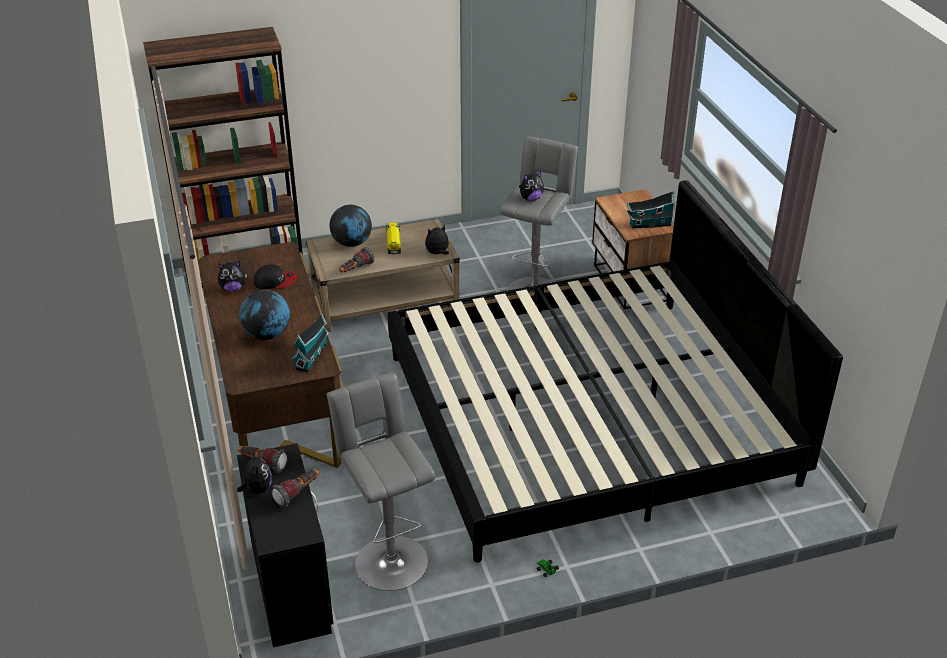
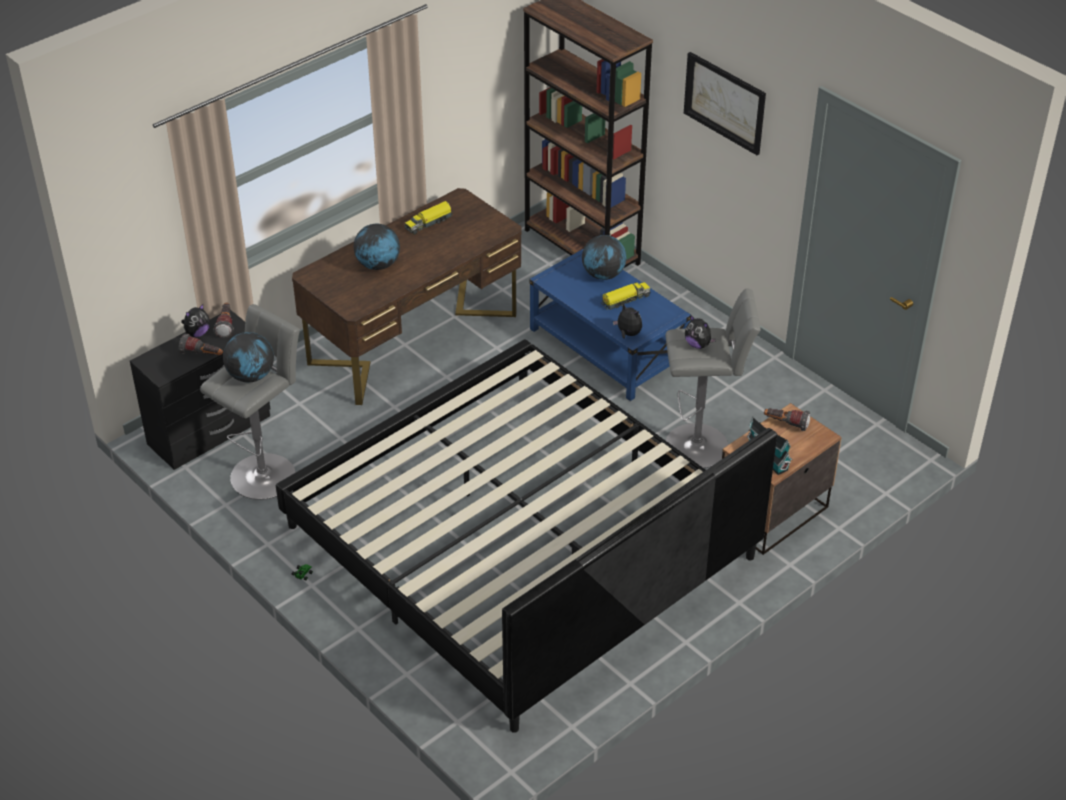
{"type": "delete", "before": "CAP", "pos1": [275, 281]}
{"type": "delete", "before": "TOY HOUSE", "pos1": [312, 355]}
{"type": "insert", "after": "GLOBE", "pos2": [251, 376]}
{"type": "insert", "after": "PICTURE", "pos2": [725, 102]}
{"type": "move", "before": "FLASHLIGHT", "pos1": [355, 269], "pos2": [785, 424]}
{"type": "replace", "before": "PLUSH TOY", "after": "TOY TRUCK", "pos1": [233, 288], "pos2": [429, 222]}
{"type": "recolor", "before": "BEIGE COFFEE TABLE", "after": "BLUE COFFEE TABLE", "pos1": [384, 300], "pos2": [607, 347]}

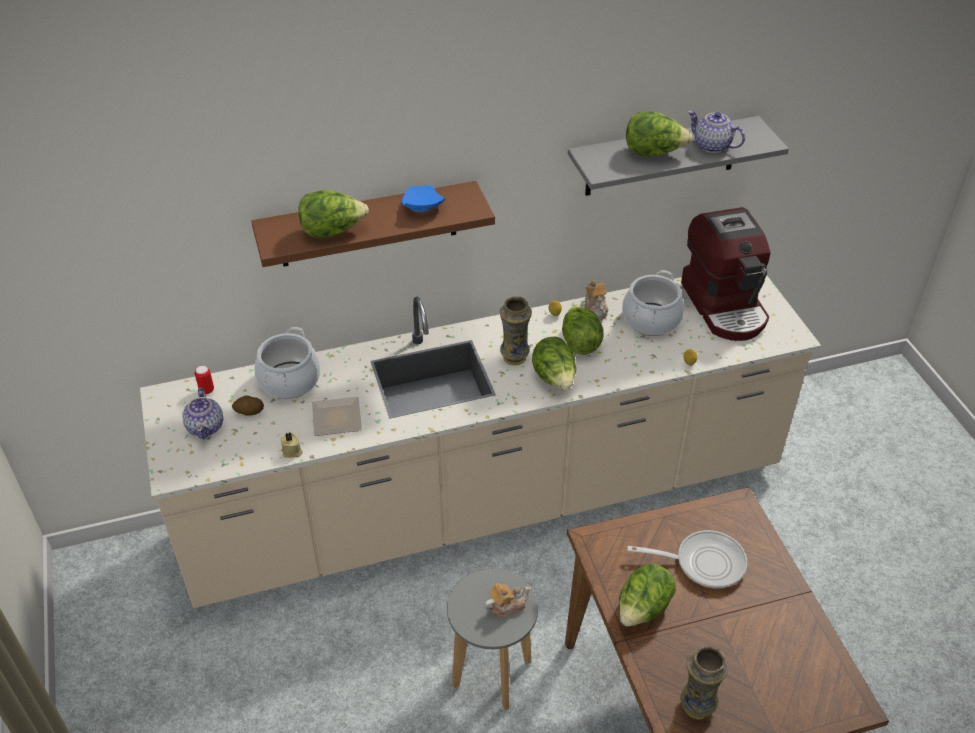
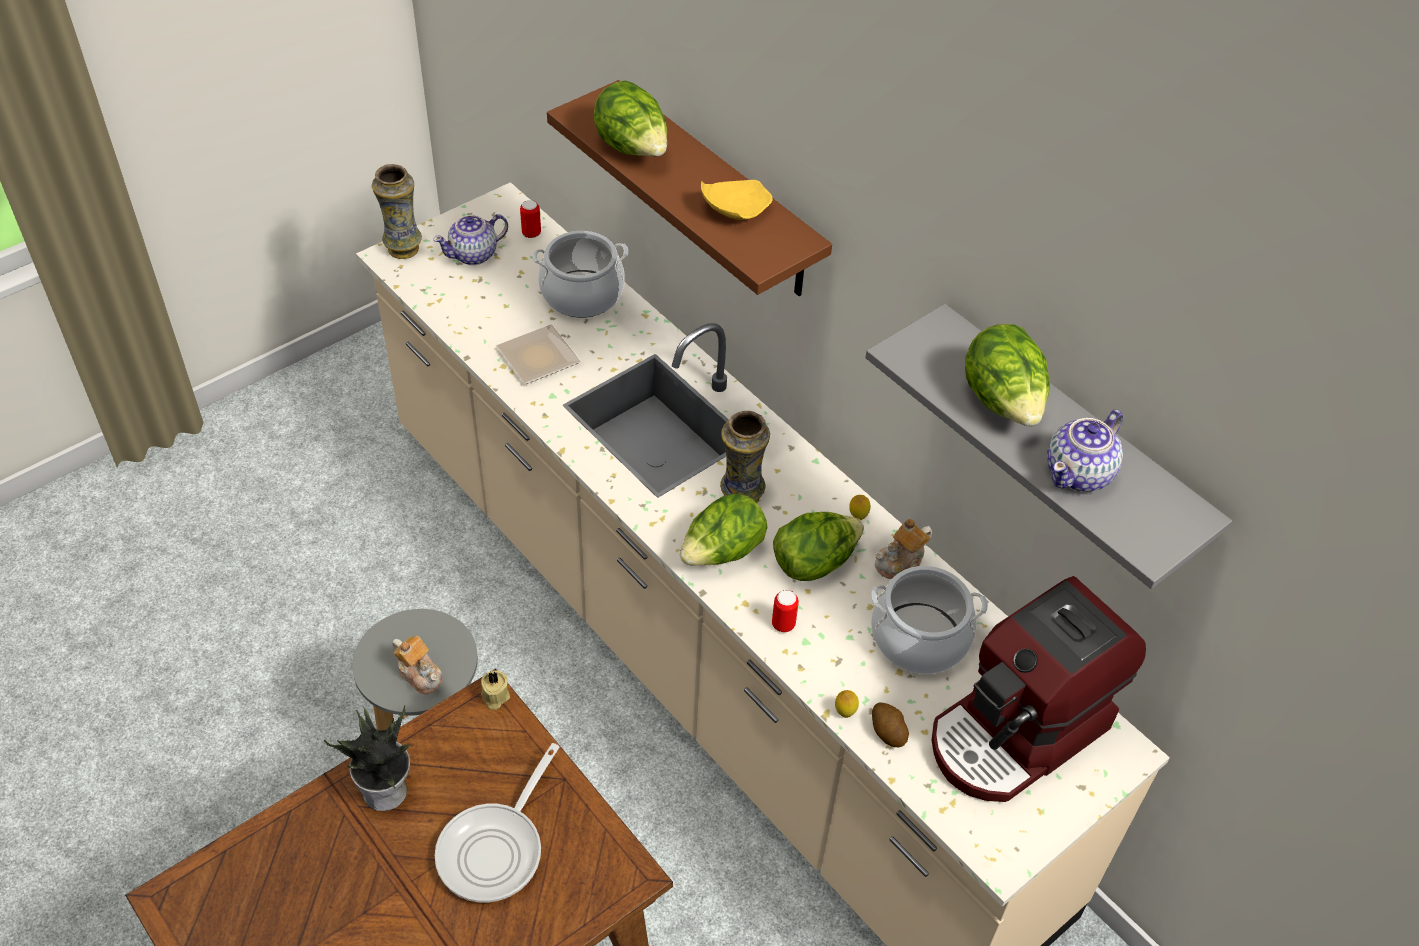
{"type": "insert", "after": "CAN", "pos2": [783, 624]}
{"type": "move", "before": "POTATO", "pos1": [249, 412], "pos2": [887, 732]}
{"type": "move", "before": "BEIGE CANDLE", "pos1": [292, 452], "pos2": [494, 697]}
{"type": "move", "before": "VASE", "pos1": [696, 706], "pos2": [403, 248]}
{"type": "replace", "before": "LETTUCE", "after": "POTTED PLANT", "pos1": [643, 609], "pos2": [387, 792]}
{"type": "recolor", "before": "BLUE PLATE", "after": "YELLOW PLATE", "pos1": [421, 207], "pos2": [734, 209]}
{"type": "rotate", "before": "FRYING PAN", "pos1": [703, 562], "pos2": [496, 849], "turn": 45}
{"type": "rotate", "before": "TEAPOT", "pos1": [712, 146], "pos2": [1079, 473], "turn": -150}

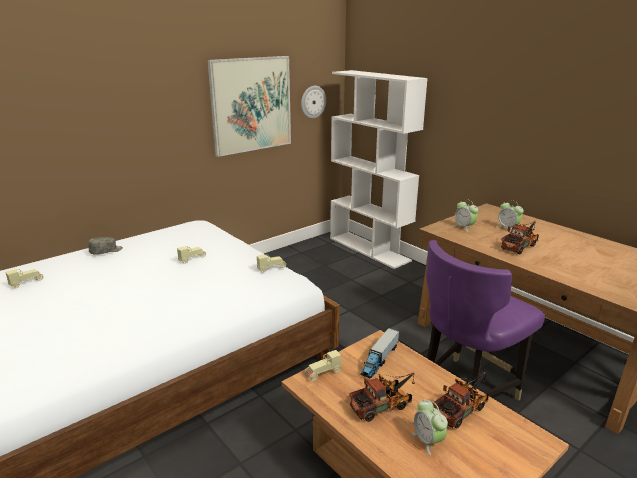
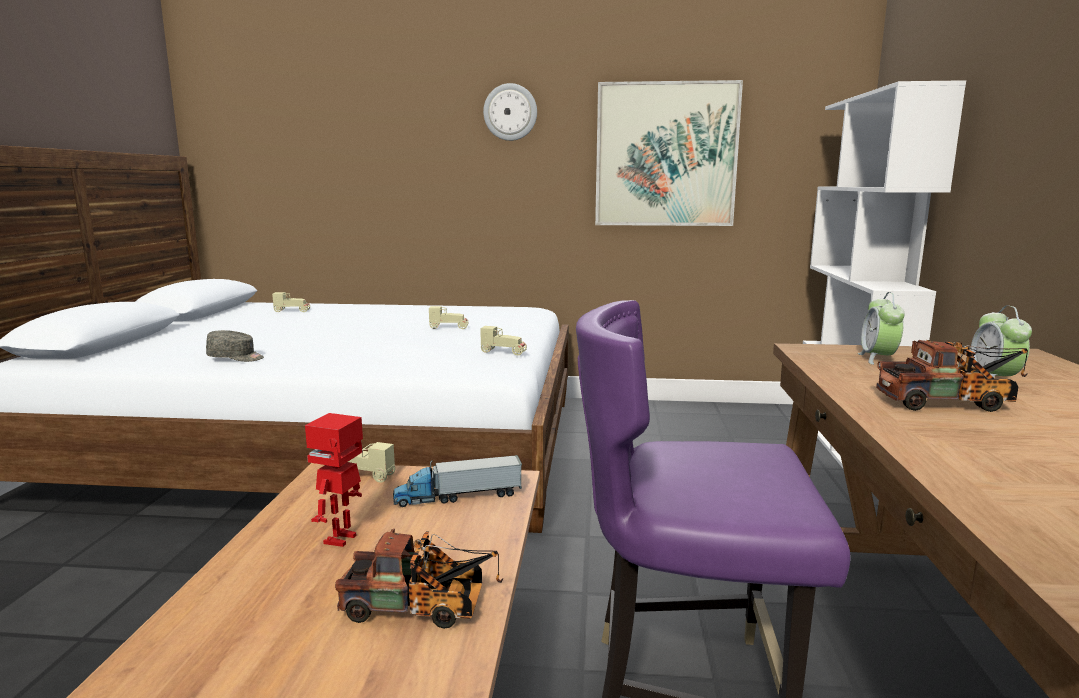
{"type": "delete", "before": "ALARM CLOCK", "pos1": [428, 441]}
{"type": "move", "before": "GREY CAP", "pos1": [106, 251], "pos2": [236, 358]}
{"type": "move", "before": "WALL CLOCK", "pos1": [313, 102], "pos2": [510, 112]}
{"type": "replace", "before": "TOY TRUCK", "after": "TOY ROBOT", "pos1": [384, 405], "pos2": [342, 539]}

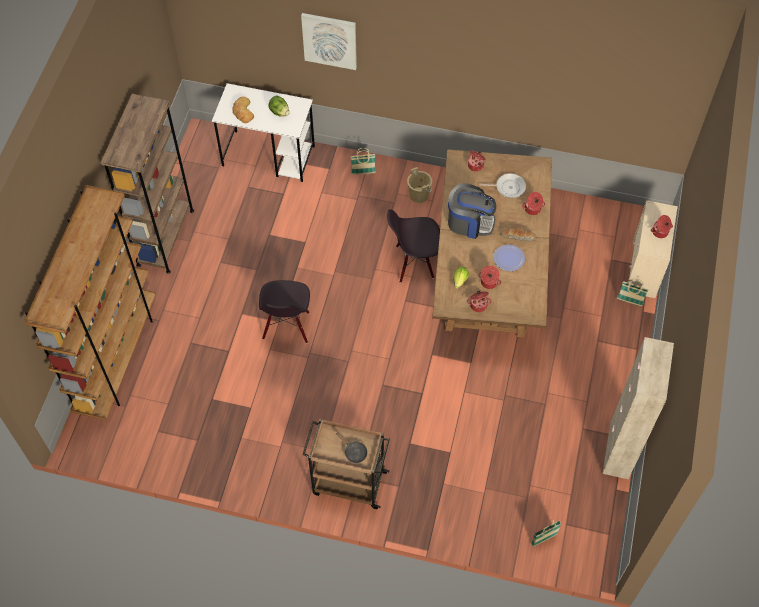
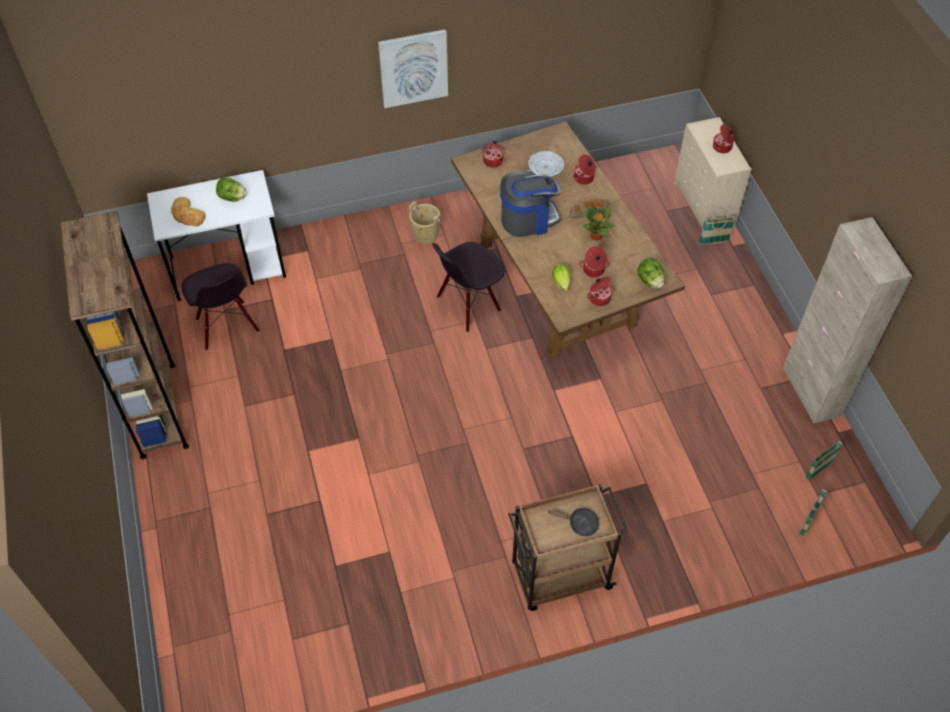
{"type": "delete", "before": "BROWN BOOKCASE", "pos1": [117, 358]}
{"type": "insert", "after": "LETTUCE", "pos2": [650, 281]}
{"type": "move", "before": "BLACK CHAIR", "pos1": [287, 326], "pos2": [226, 326]}
{"type": "move", "before": "PICTURE", "pos1": [330, 40], "pos2": [413, 68]}
{"type": "move", "before": "BASKET", "pos1": [363, 172], "pos2": [818, 471]}
{"type": "replace", "before": "PLATE", "after": "POTTED PLANT", "pos1": [509, 258], "pos2": [596, 236]}

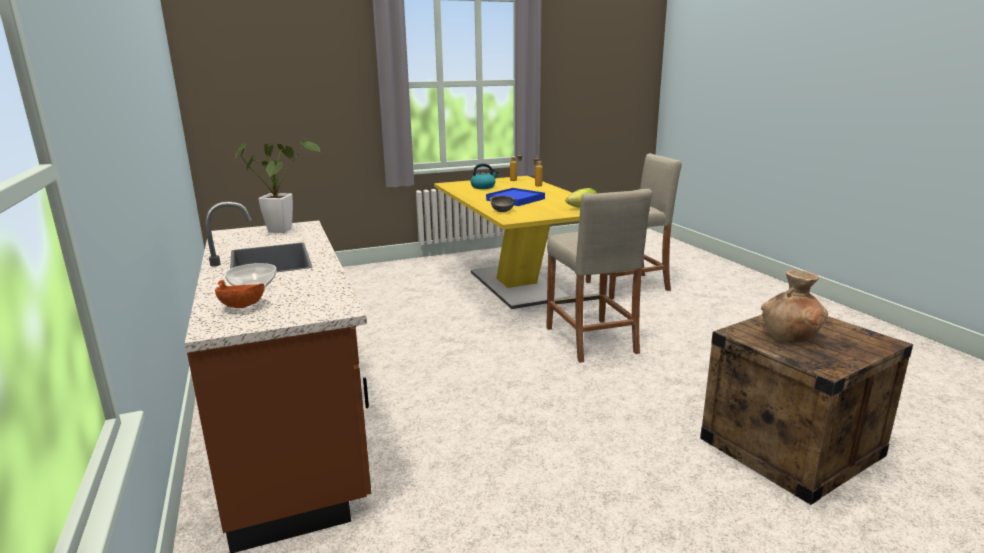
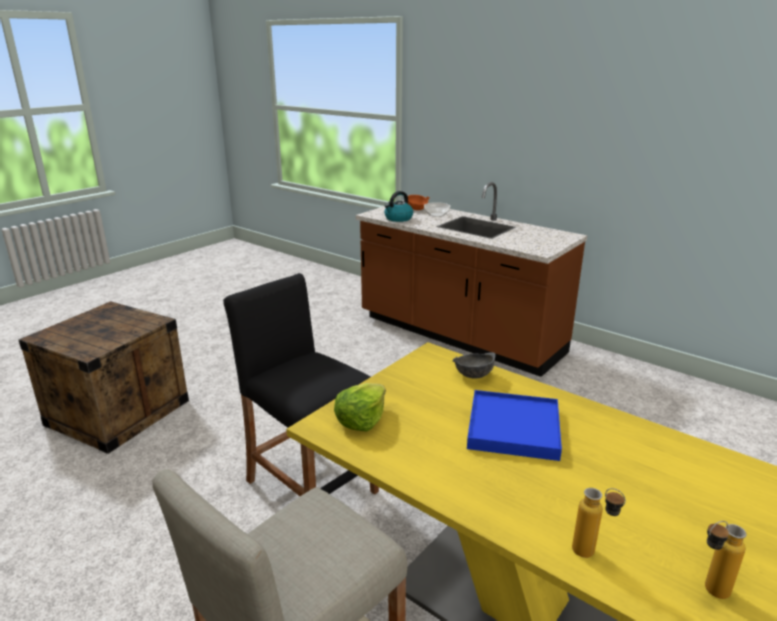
{"type": "delete", "before": "POTTED PLANT", "pos1": [283, 229]}
{"type": "delete", "before": "BROWN VASE", "pos1": [790, 337]}
{"type": "move", "before": "KETTLE", "pos1": [483, 187], "pos2": [398, 219]}
{"type": "recolor", "before": "BEIGE STOOL", "after": "BLACK STOOL", "pos1": [591, 340], "pos2": [311, 486]}

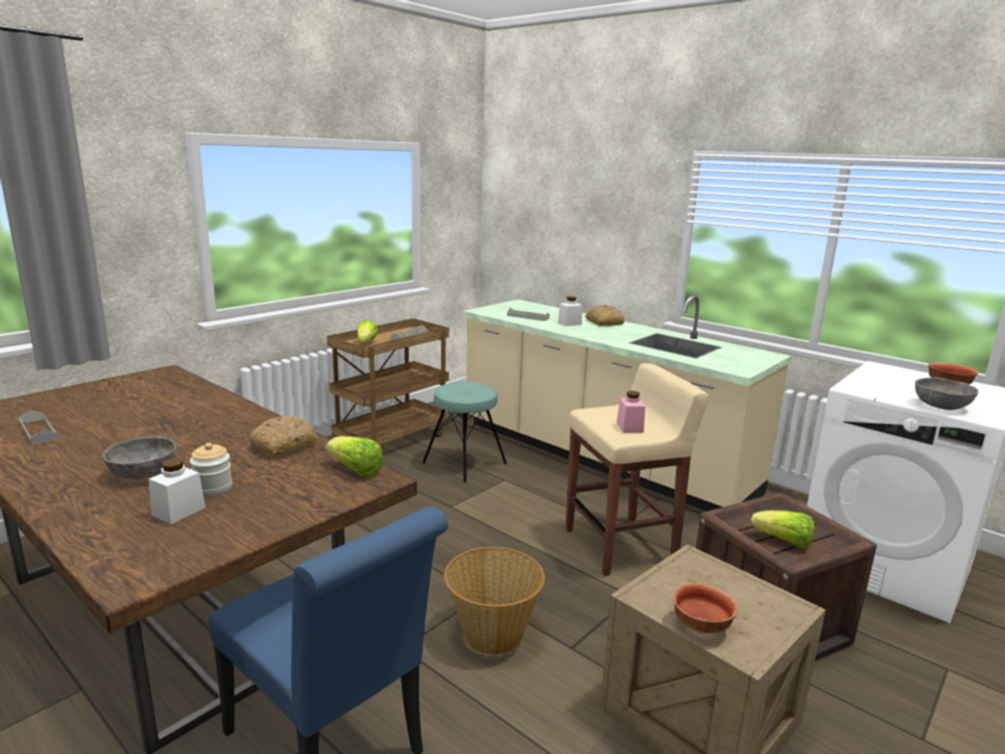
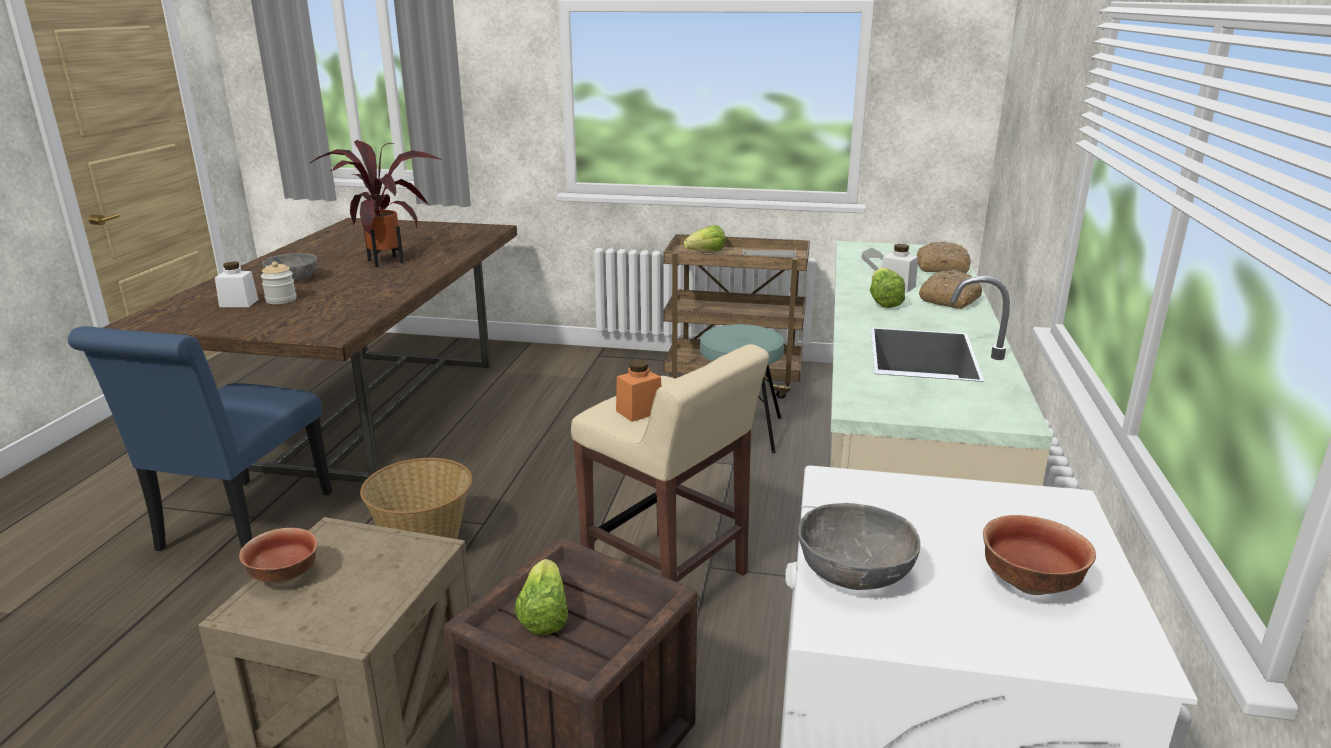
{"type": "delete", "before": "GREY TRAY", "pos1": [38, 431]}
{"type": "insert", "after": "POTTED PLANT", "pos2": [387, 260]}
{"type": "move", "before": "BREAD", "pos1": [284, 445], "pos2": [942, 268]}
{"type": "move", "before": "LETTUCE", "pos1": [355, 470], "pos2": [883, 302]}
{"type": "recolor", "before": "PINK JAR", "after": "ORANGE JAR", "pos1": [629, 427], "pos2": [639, 411]}

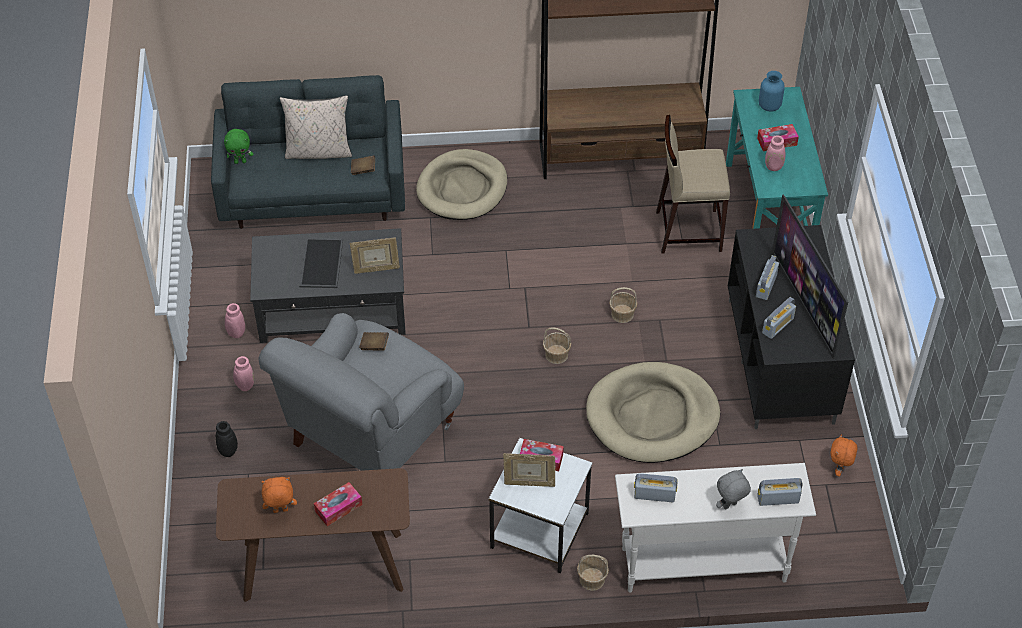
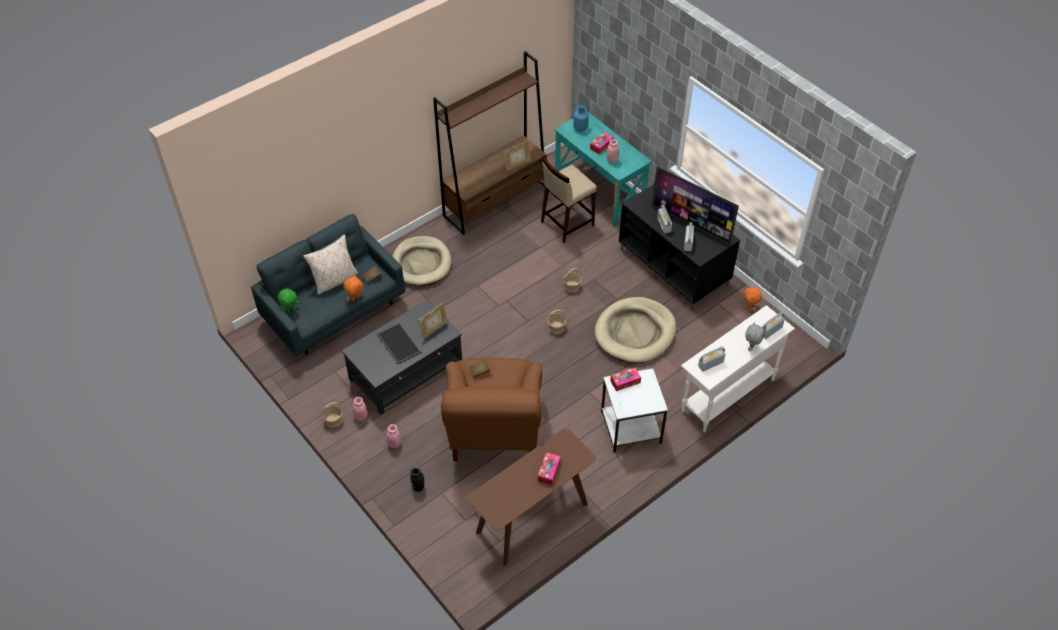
{"type": "move", "before": "ORANGE PLUSH TOY", "pos1": [280, 511], "pos2": [355, 299]}
{"type": "move", "before": "PICTURE FRAME", "pos1": [529, 483], "pos2": [517, 165]}
{"type": "move", "before": "BASKET", "pos1": [591, 579], "pos2": [333, 420]}
{"type": "recolor", "before": "GREY ARMCHAIR", "after": "BROWN ARMCHAIR", "pos1": [371, 437], "pos2": [494, 431]}

